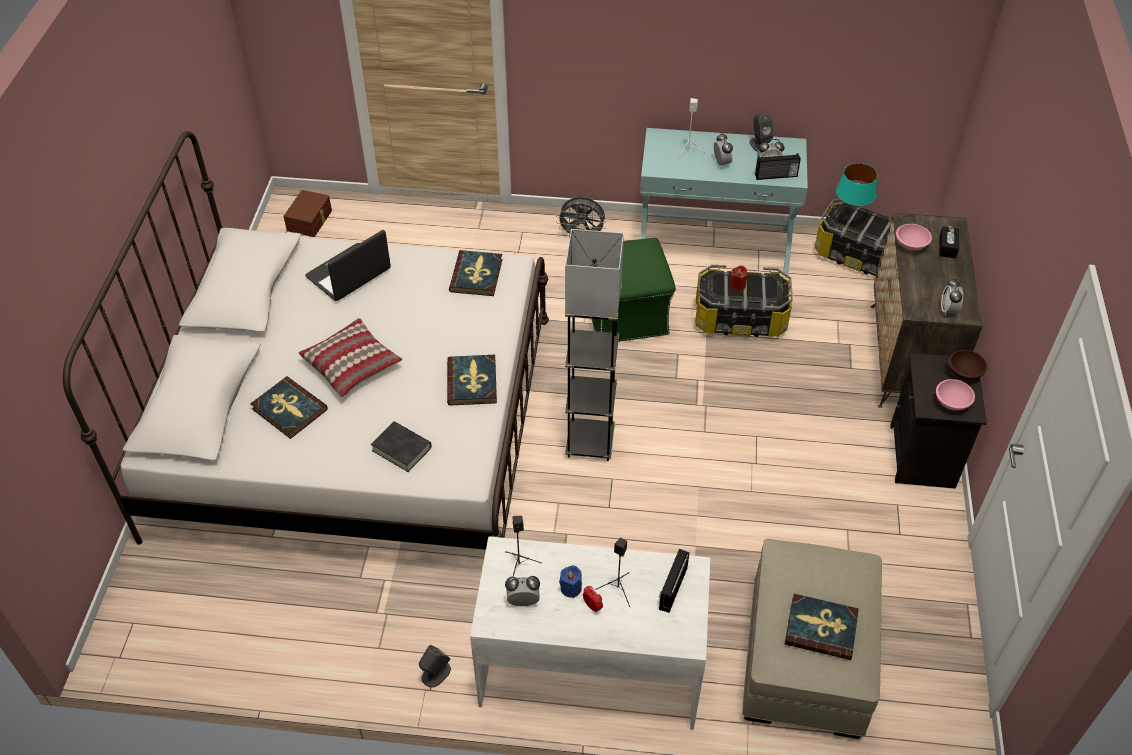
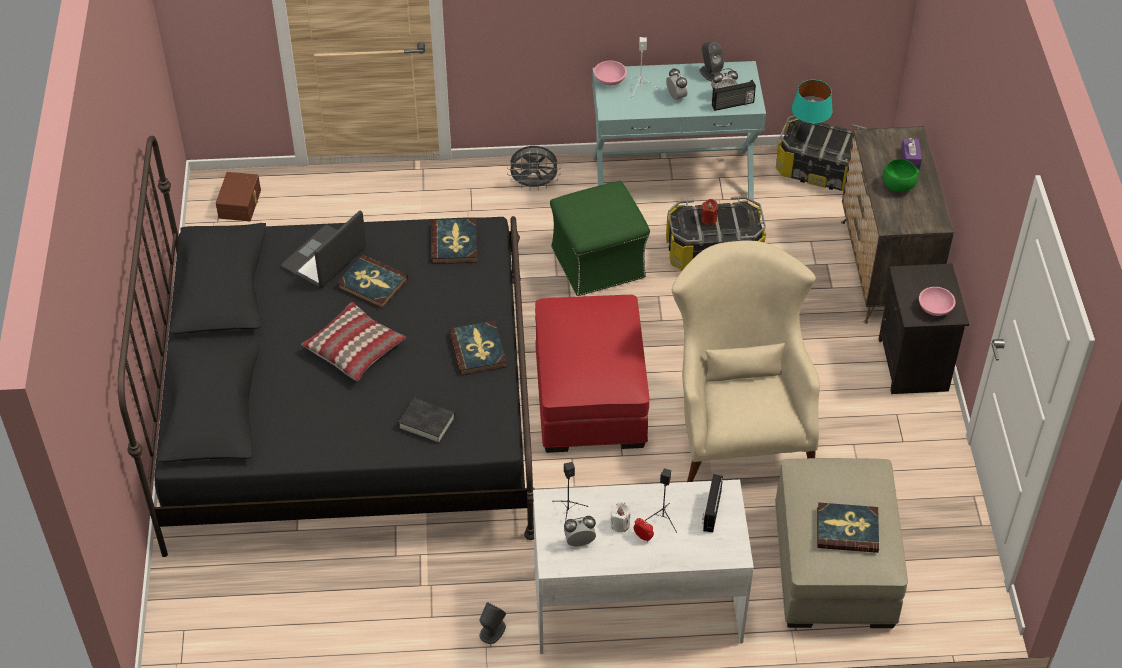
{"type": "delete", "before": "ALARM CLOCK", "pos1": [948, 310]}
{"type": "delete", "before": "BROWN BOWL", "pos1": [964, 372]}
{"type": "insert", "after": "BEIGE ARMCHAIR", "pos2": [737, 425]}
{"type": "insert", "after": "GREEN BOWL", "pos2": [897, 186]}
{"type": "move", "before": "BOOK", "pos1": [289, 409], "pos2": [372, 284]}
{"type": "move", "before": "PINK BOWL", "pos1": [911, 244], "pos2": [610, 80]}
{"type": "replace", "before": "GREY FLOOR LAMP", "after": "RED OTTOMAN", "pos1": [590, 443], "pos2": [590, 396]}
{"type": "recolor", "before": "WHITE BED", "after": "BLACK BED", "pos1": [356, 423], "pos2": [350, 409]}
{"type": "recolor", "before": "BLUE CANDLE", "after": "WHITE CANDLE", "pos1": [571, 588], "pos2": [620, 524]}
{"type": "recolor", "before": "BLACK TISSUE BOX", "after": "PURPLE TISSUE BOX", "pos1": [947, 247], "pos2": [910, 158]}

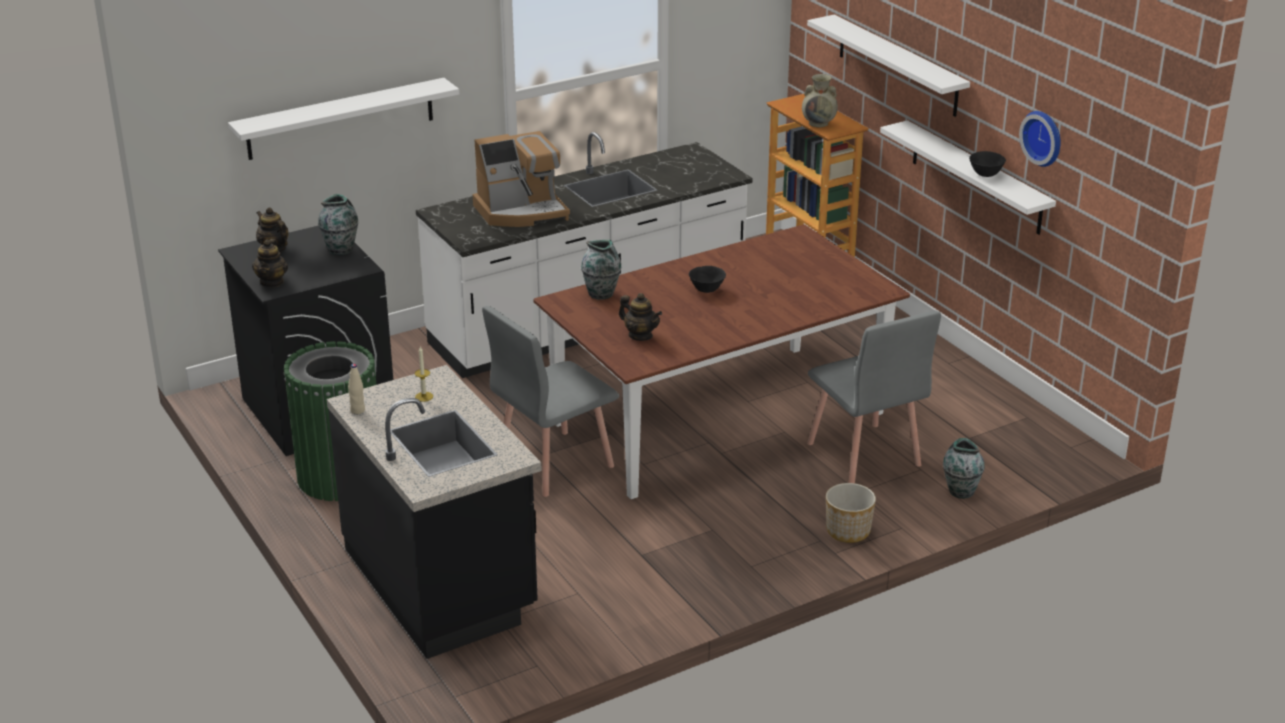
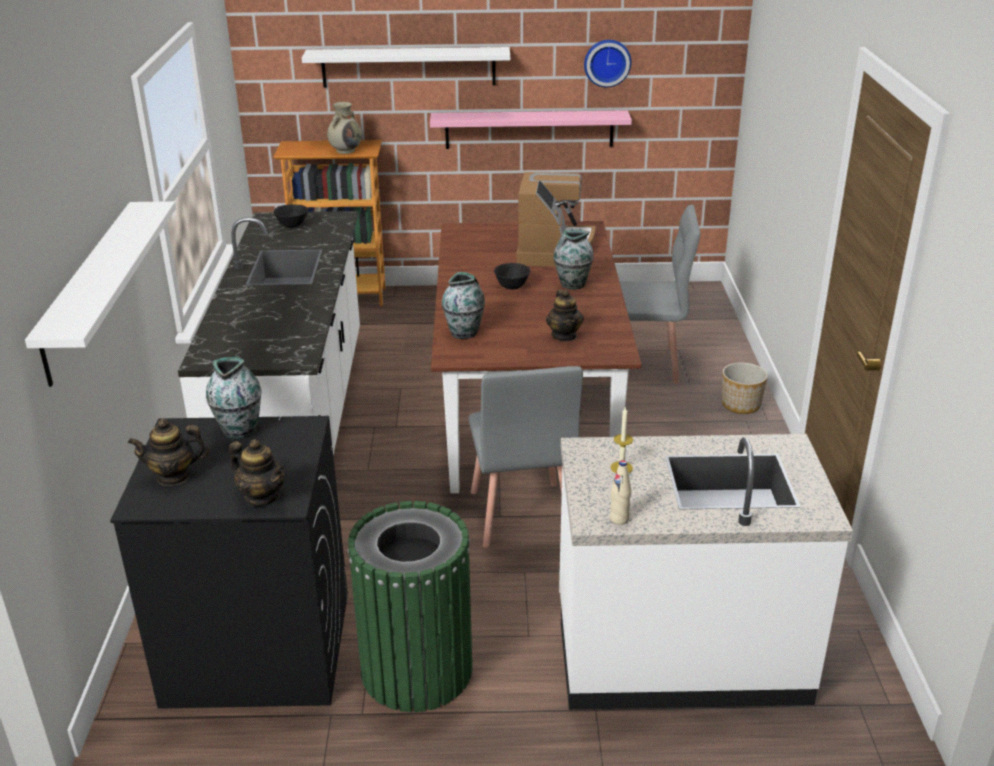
{"type": "move", "before": "COFFEE MACHINE", "pos1": [522, 212], "pos2": [553, 250]}
{"type": "move", "before": "VASE", "pos1": [960, 491], "pos2": [572, 284]}
{"type": "move", "before": "BLACK BOWL", "pos1": [985, 175], "pos2": [292, 226]}
{"type": "recolor", "before": "BLACK COUNTER", "after": "WHITE COUNTER", "pos1": [441, 582], "pos2": [679, 652]}
{"type": "recolor", "before": "WHITE SHELF", "after": "PINK SHELF", "pos1": [976, 178], "pos2": [529, 129]}
{"type": "rotate", "before": "TEAPOT", "pos1": [640, 335], "pos2": [564, 335], "turn": 105}

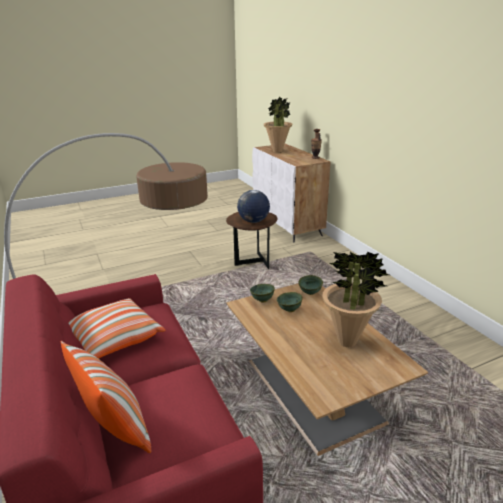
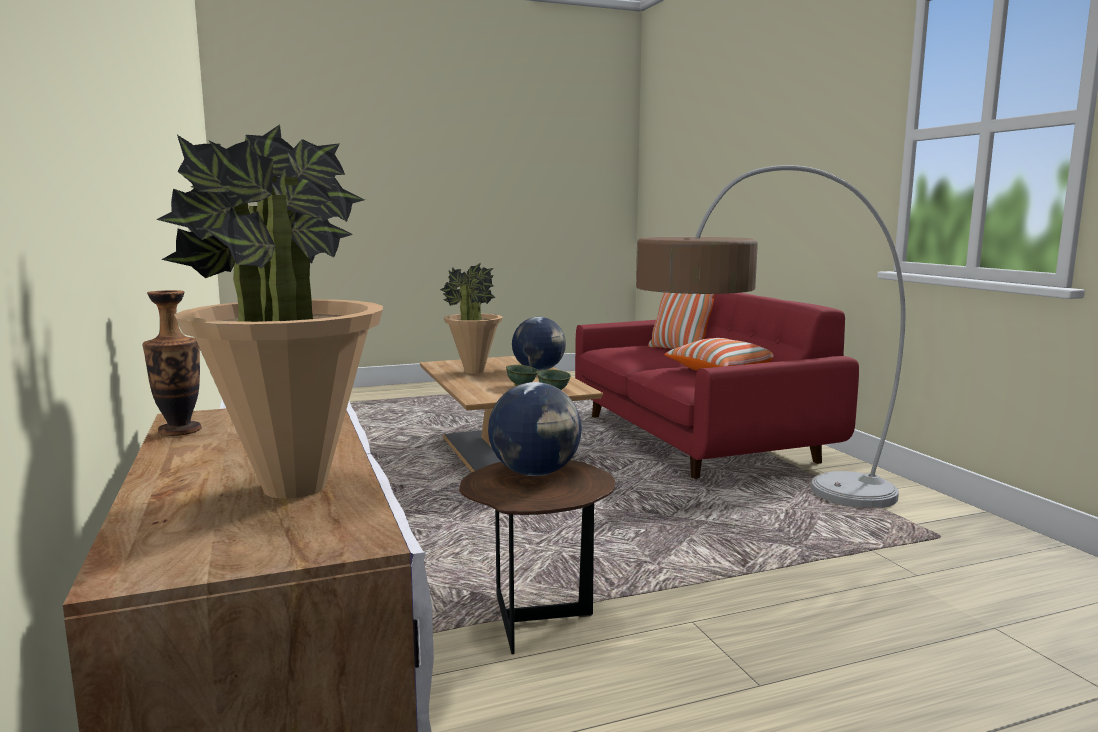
{"type": "delete", "before": "GREEN BOWL", "pos1": [310, 293]}
{"type": "insert", "after": "GLOBE", "pos2": [539, 370]}

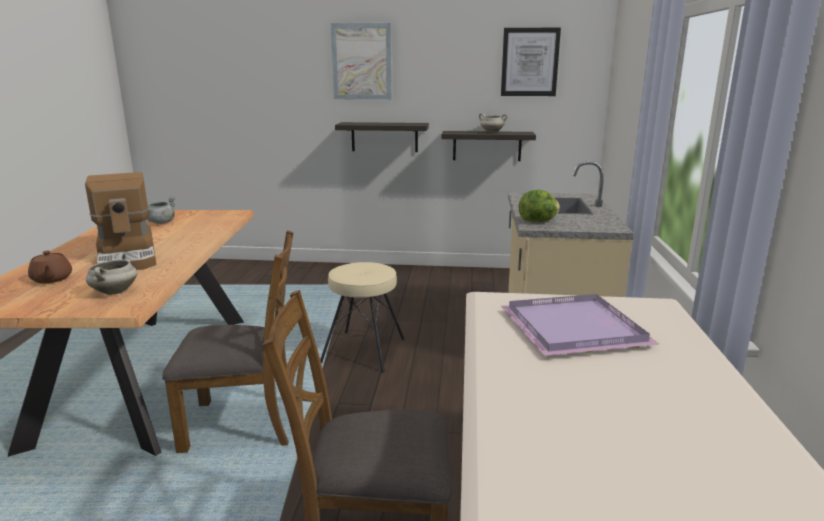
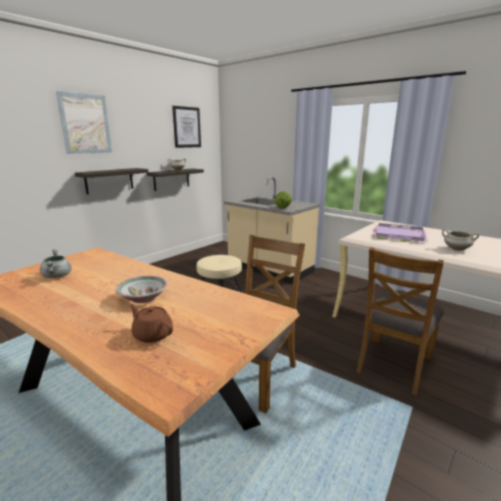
{"type": "move", "before": "WHITE COOKING POT", "pos1": [114, 292], "pos2": [456, 249]}
{"type": "replace", "before": "COFFEE MACHINE", "after": "BOWL", "pos1": [129, 257], "pos2": [143, 298]}
{"type": "rotate", "before": "BROWN TEAPOT", "pos1": [51, 279], "pos2": [152, 334], "turn": -150}

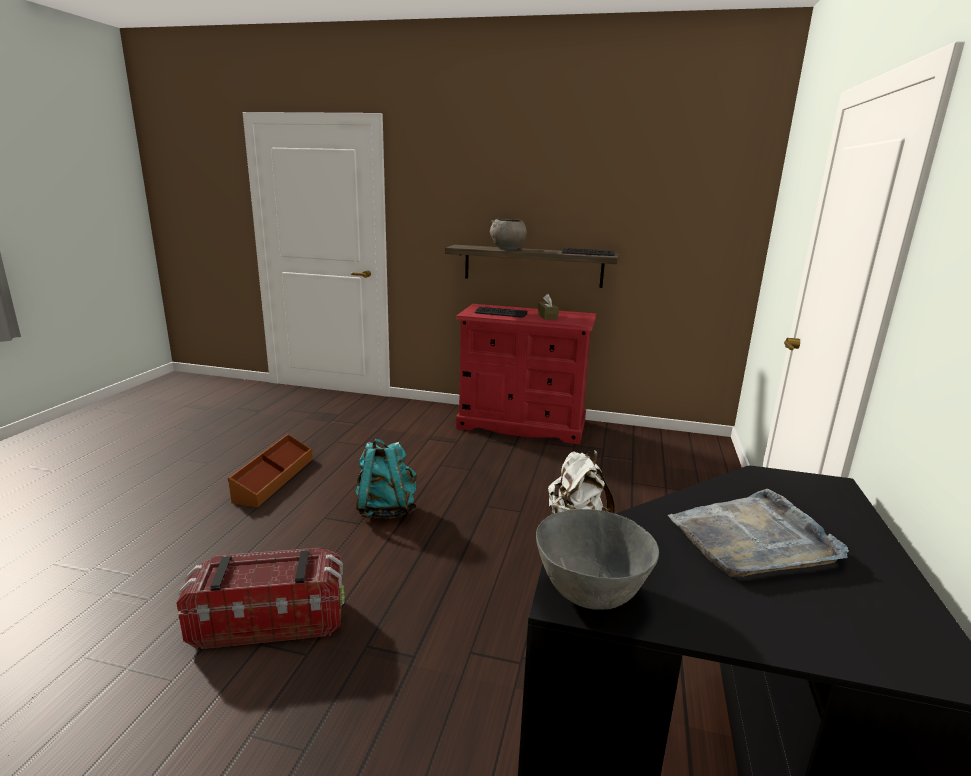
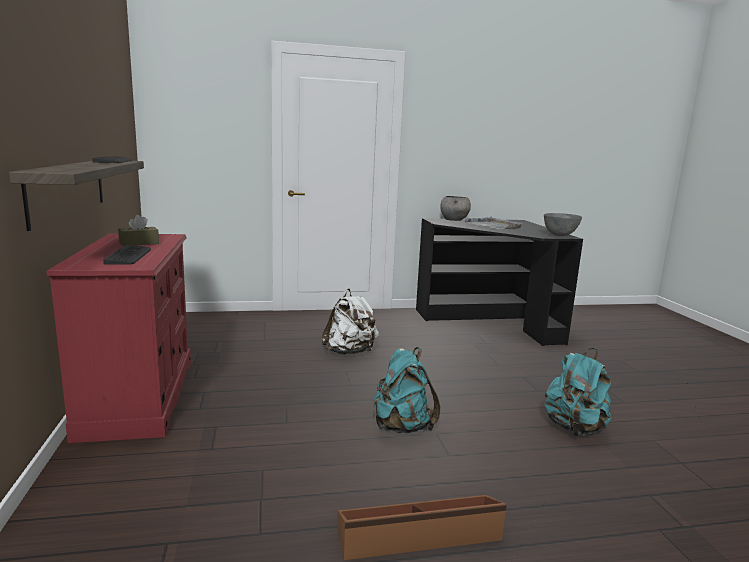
{"type": "move", "before": "GREY BOWL", "pos1": [507, 249], "pos2": [454, 220]}
{"type": "replace", "before": "STORAGE BOX", "after": "TURQUOISE BACKPACK", "pos1": [269, 620], "pos2": [574, 428]}

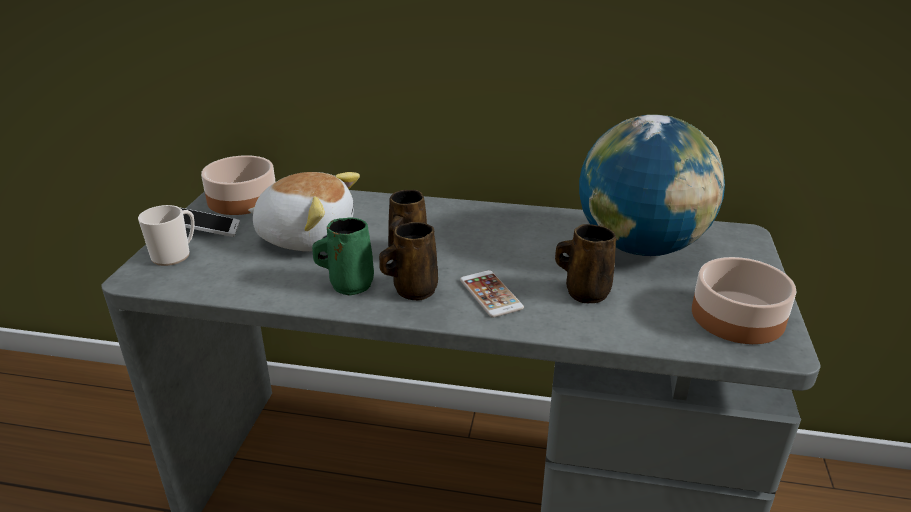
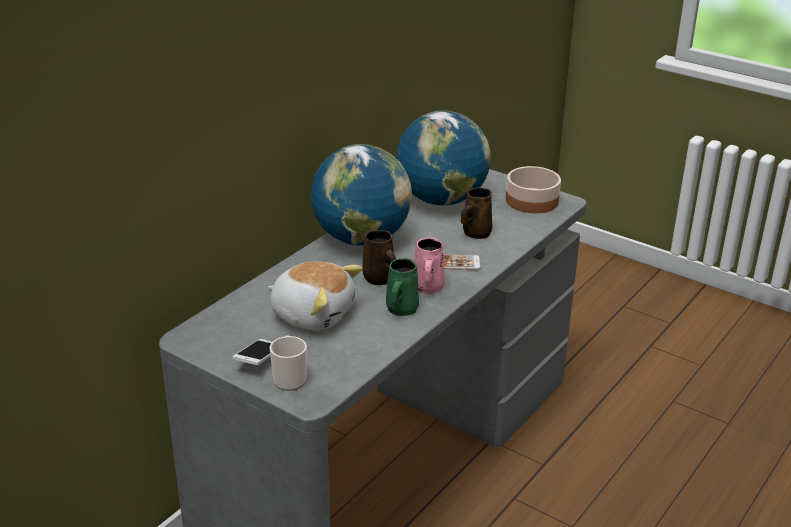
{"type": "delete", "before": "BOWL", "pos1": [241, 199]}
{"type": "insert", "after": "GLOBE", "pos2": [361, 239]}
{"type": "recolor", "before": "BROWN MUG", "after": "PINK MUG", "pos1": [413, 290], "pos2": [428, 288]}
{"type": "rotate", "before": "PLUSH TOY", "pos1": [306, 235], "pos2": [313, 314], "turn": 75}

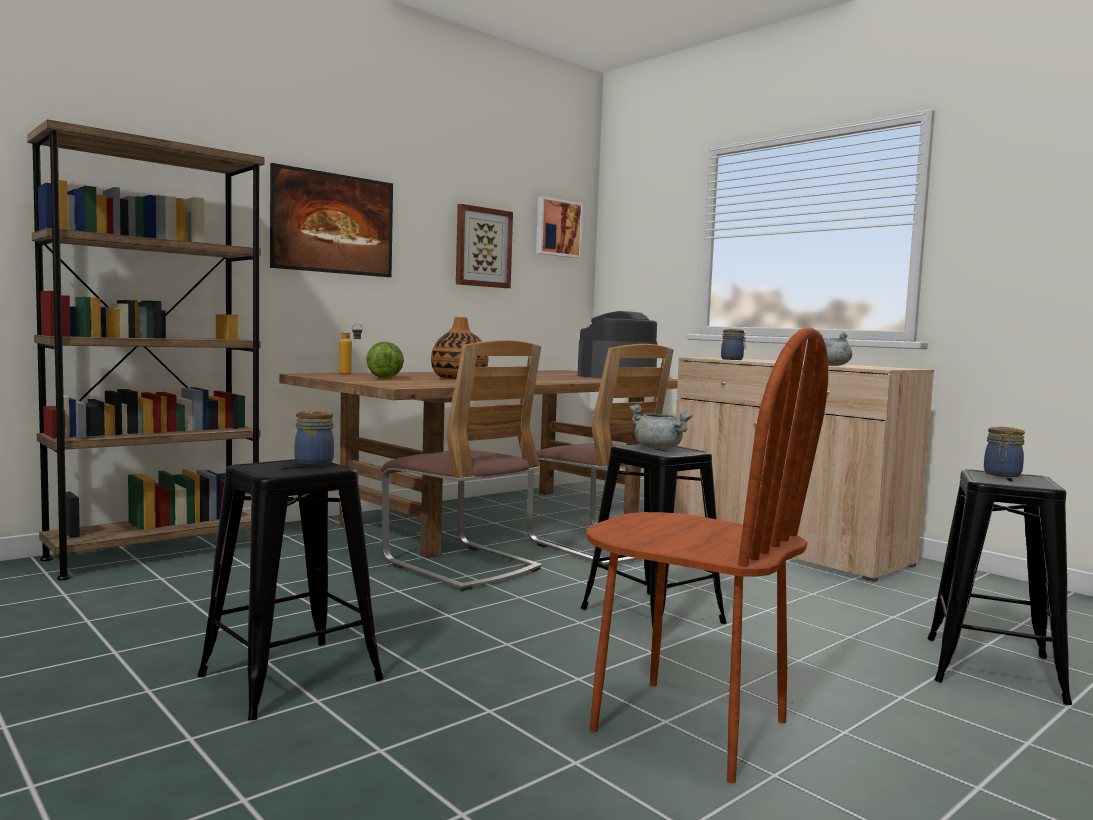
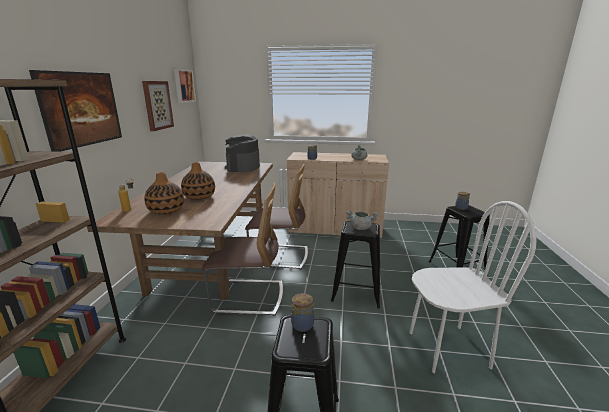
{"type": "replace", "before": "LETTUCE", "after": "VASE", "pos1": [385, 378], "pos2": [166, 210]}
{"type": "recolor", "before": "BROWN CHAIR", "after": "WHITE CHAIR", "pos1": [689, 726], "pos2": [447, 348]}

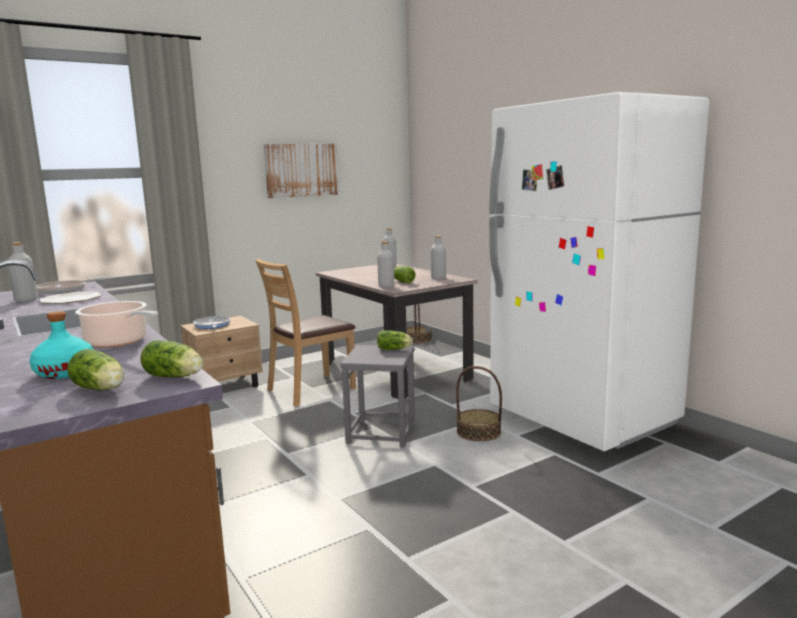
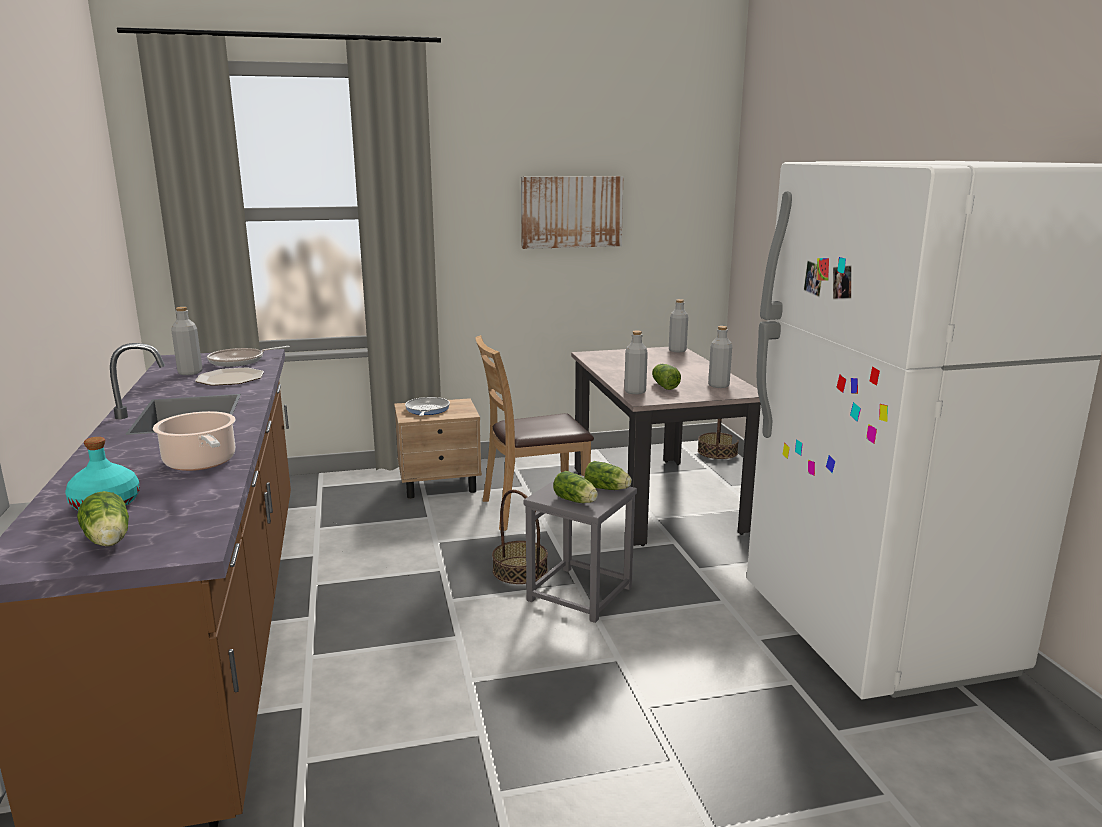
{"type": "move", "before": "LETTUCE", "pos1": [175, 377], "pos2": [576, 501]}
{"type": "move", "before": "BASKET", "pos1": [478, 432], "pos2": [520, 570]}

